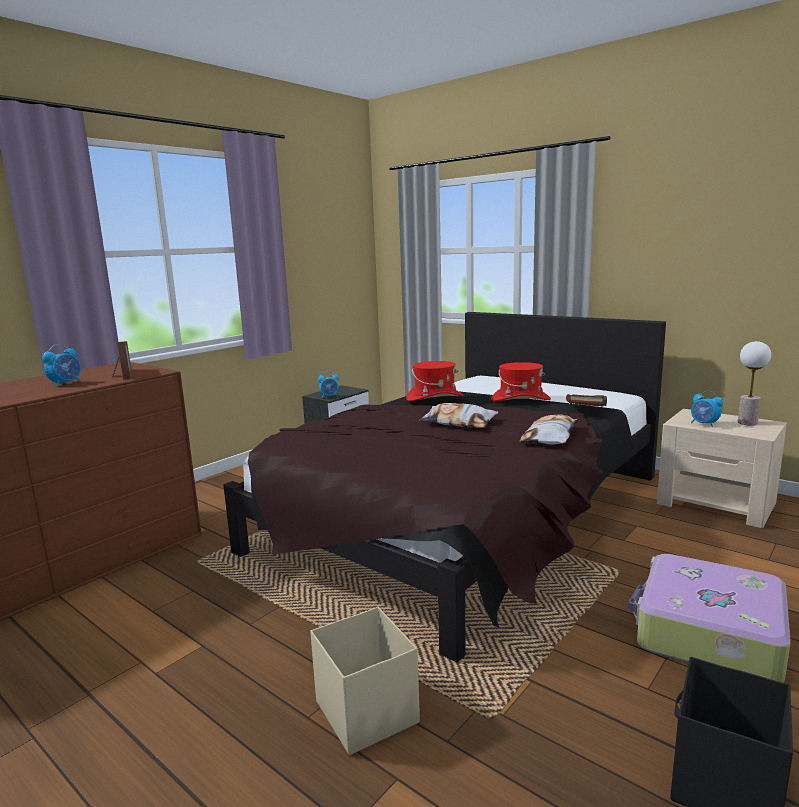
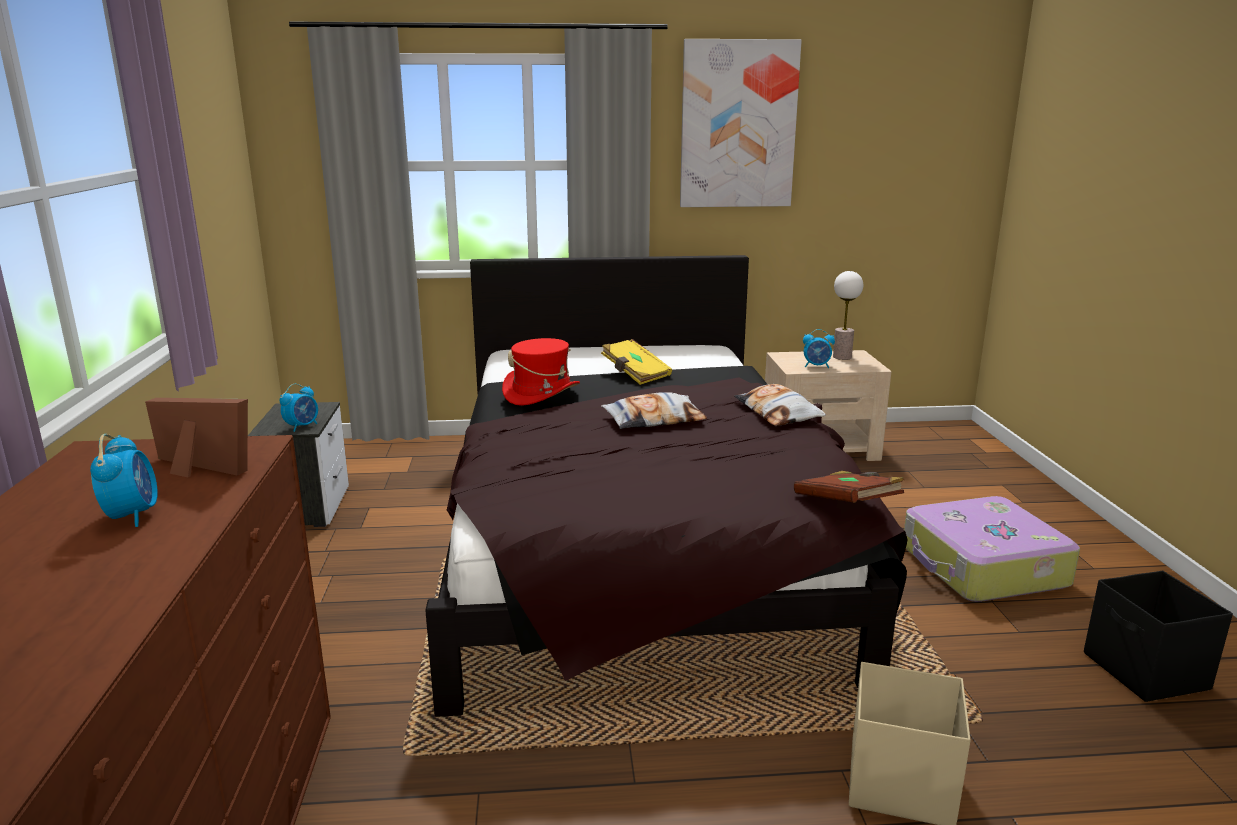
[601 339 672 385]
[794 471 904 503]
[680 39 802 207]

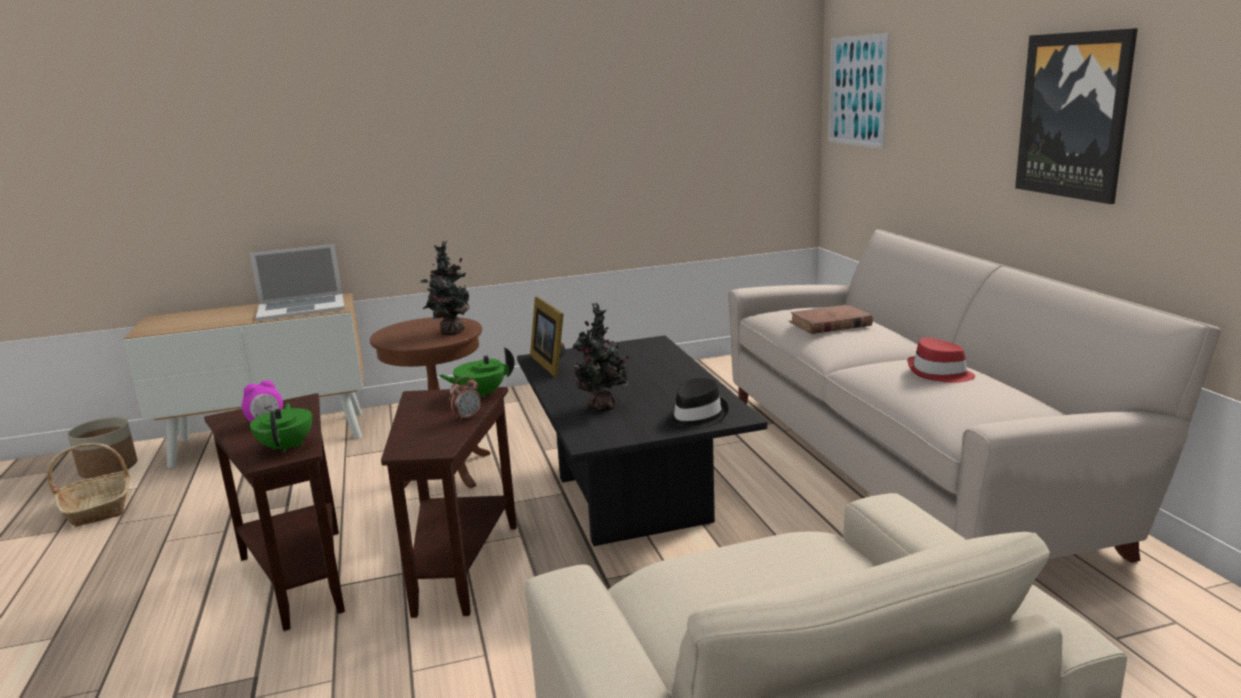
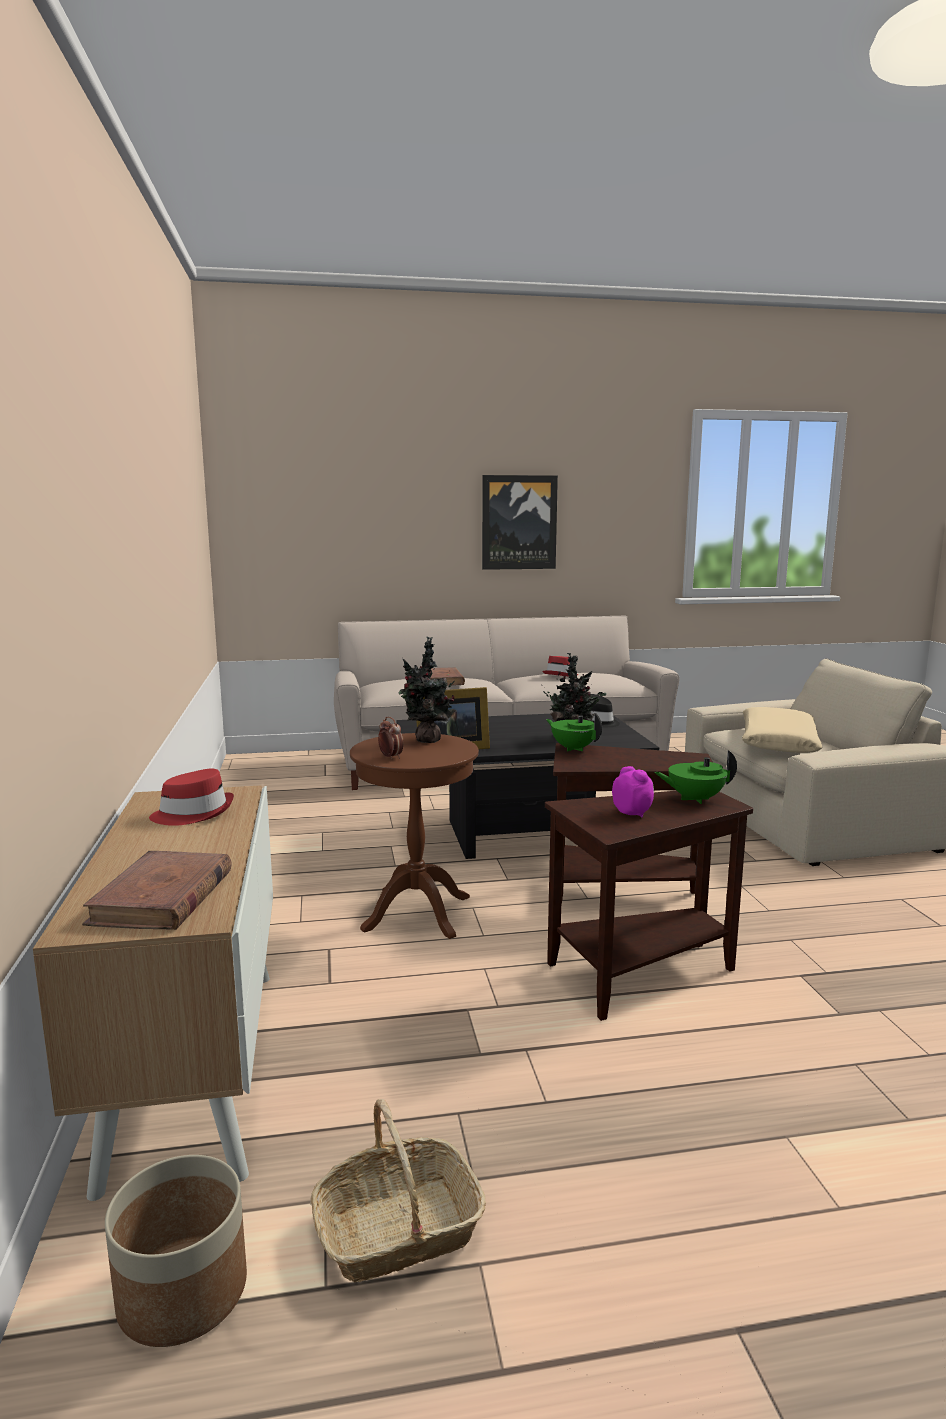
[828 33 890 149] (first image)
[149 768 234 826]
[546 713 602 751]
[378 717 403 759]
[742 707 823 753]
[82 851 232 930]

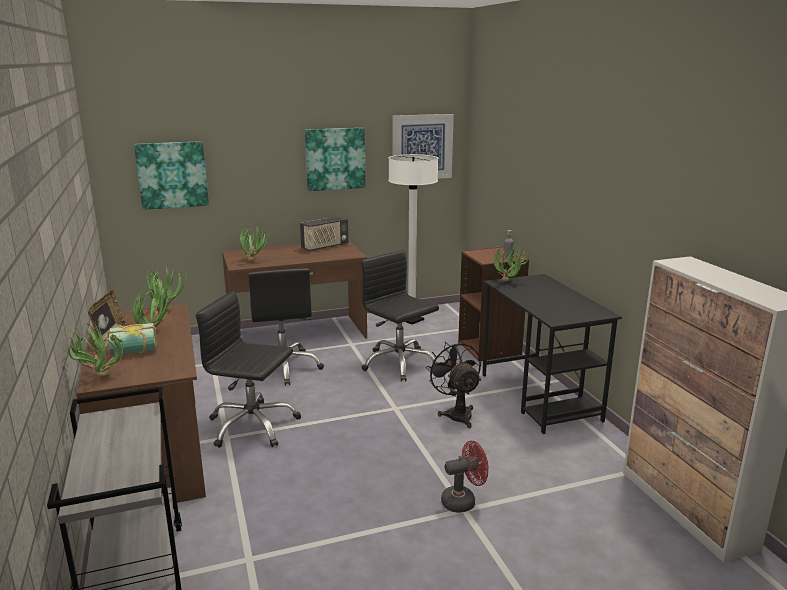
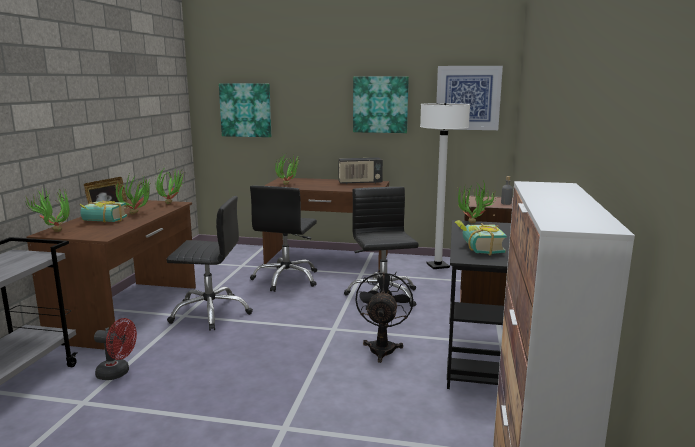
[166 196 253 331]
[94 318 137 380]
[455 220 507 256]

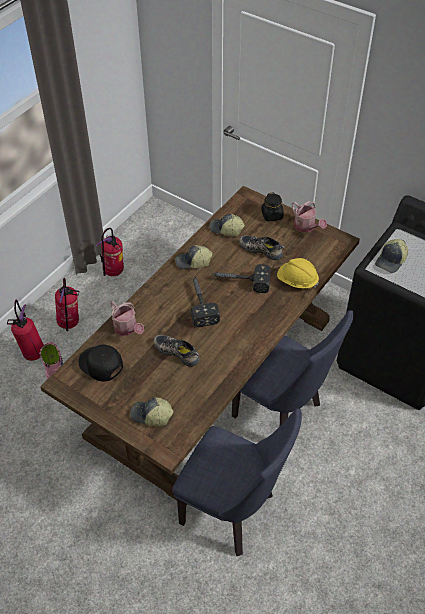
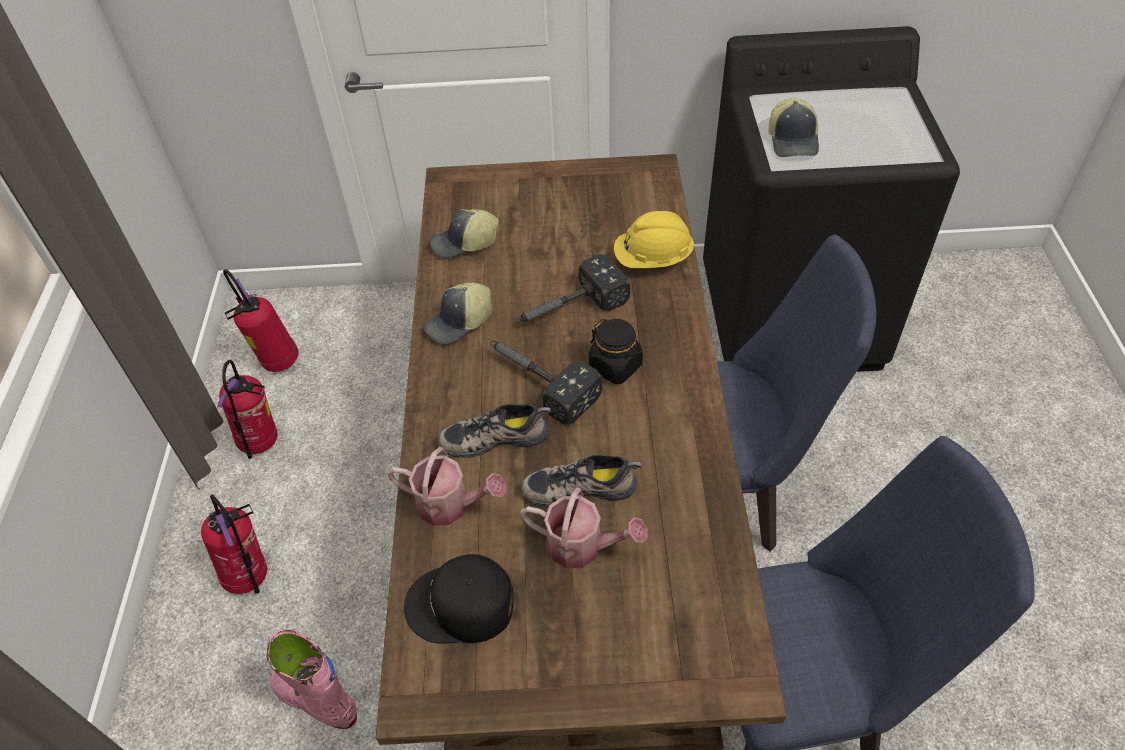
[589 319 643 384]
[520 487 648 568]
[438 404 550 458]
[223 269 298 372]
[131 397 174 426] (first image)

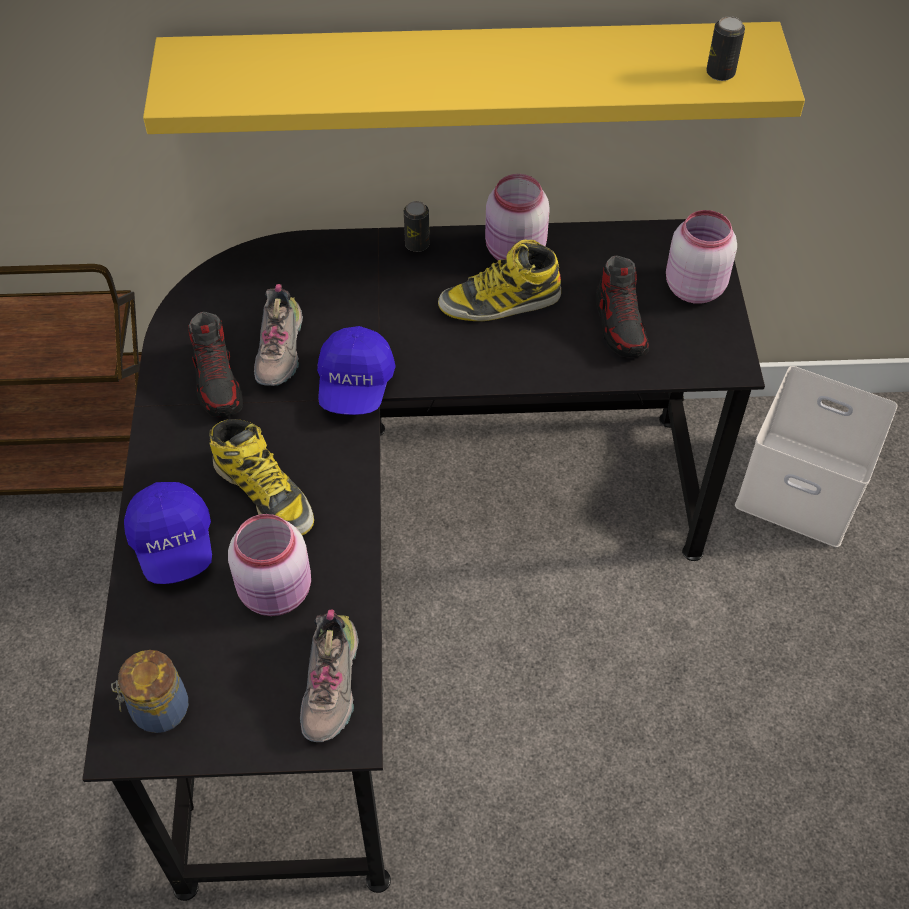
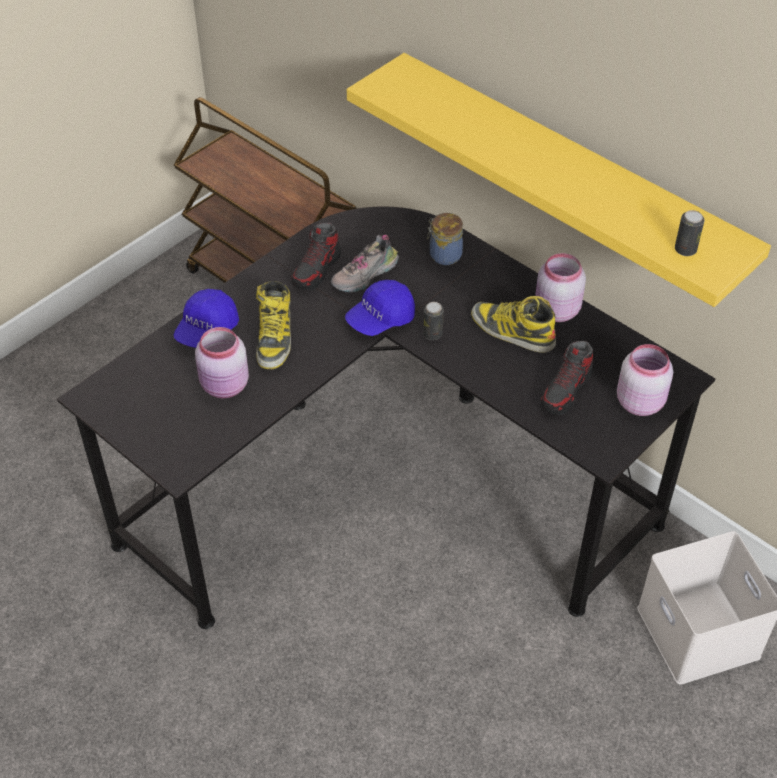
[423 302 444 340]
[300 609 358 742] (first image)
[427 213 463 265]

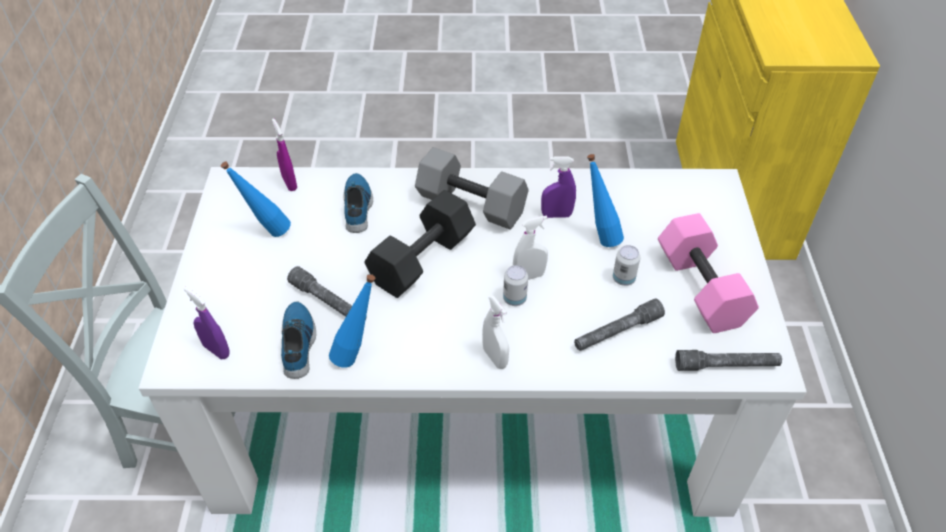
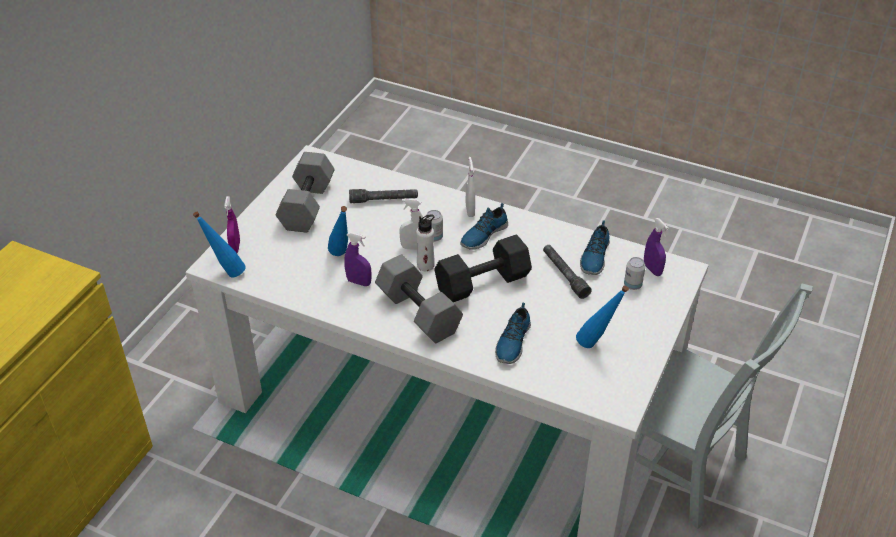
[224 196 240 253]
[275 152 335 233]
[624 257 646 290]
[193 211 246 277]
[675 350 782 371] (first image)
[460 203 508 250]
[416 214 435 271]

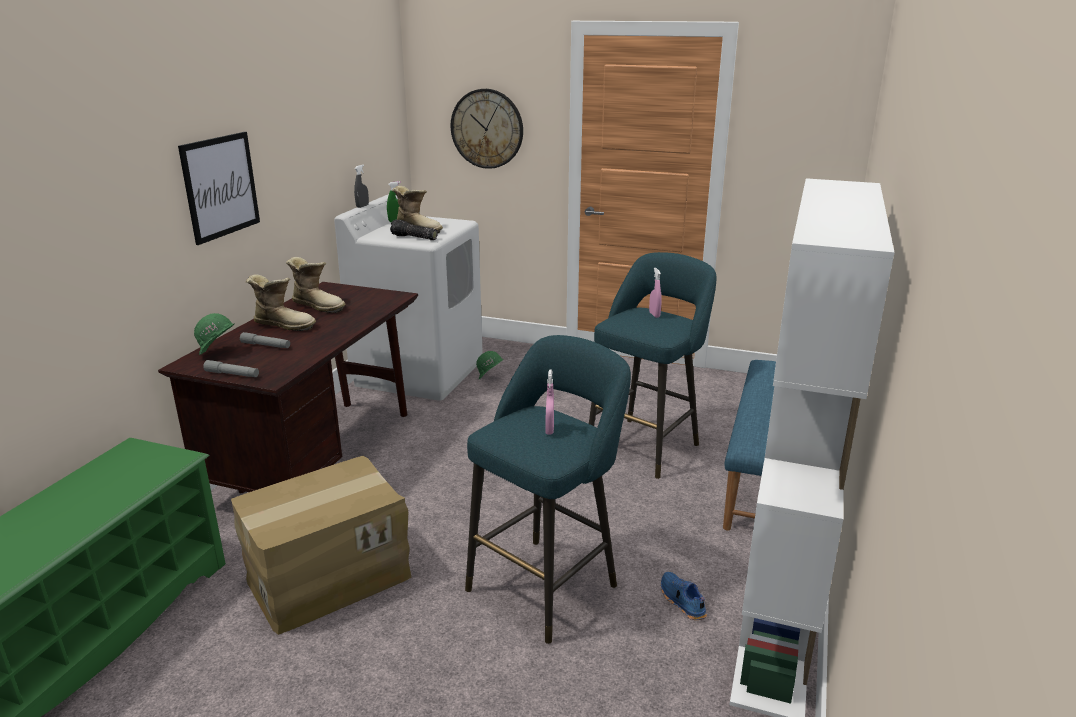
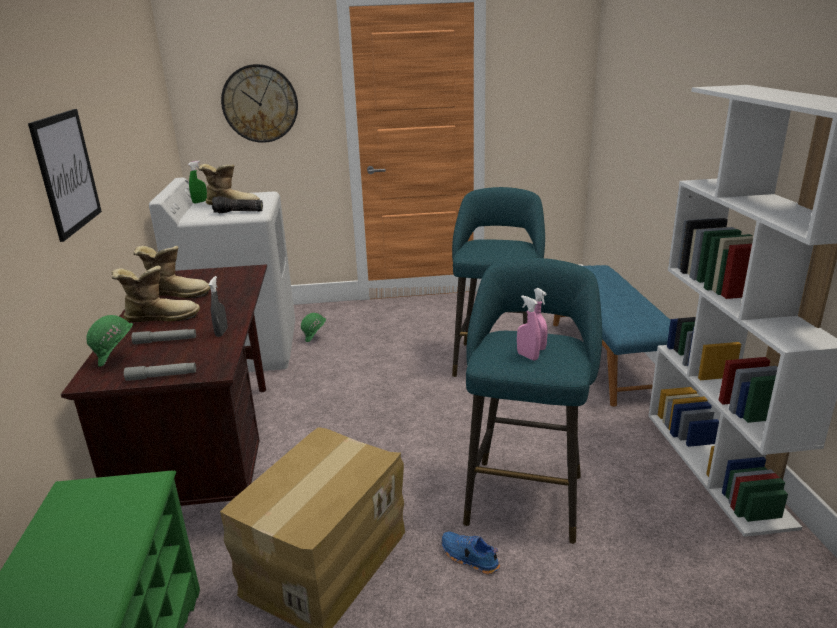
[209 276 228 337]
[517 295 540 361]
[441 532 500 574]

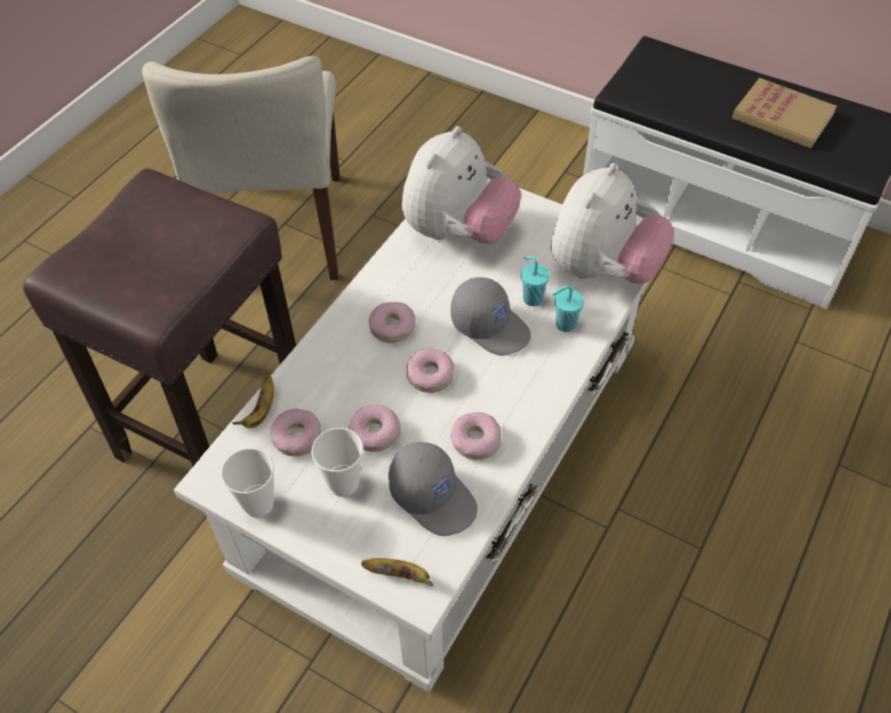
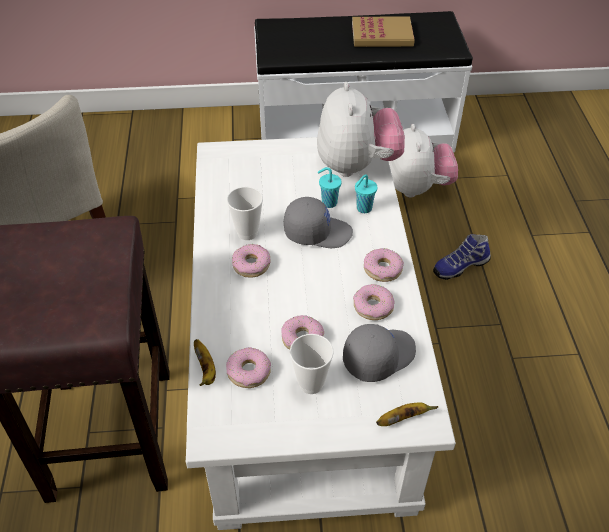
[389 124 458 198]
[364 248 404 282]
[343 324 416 382]
[227 187 263 240]
[433 234 491 280]

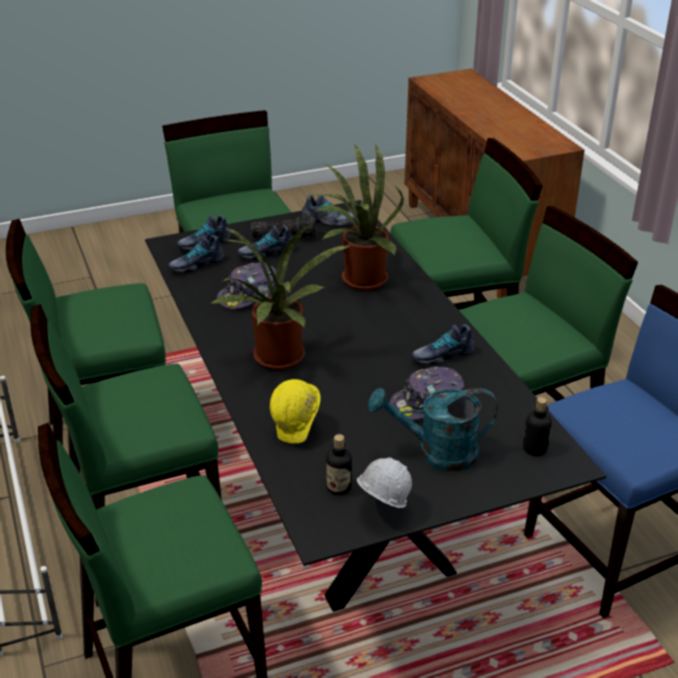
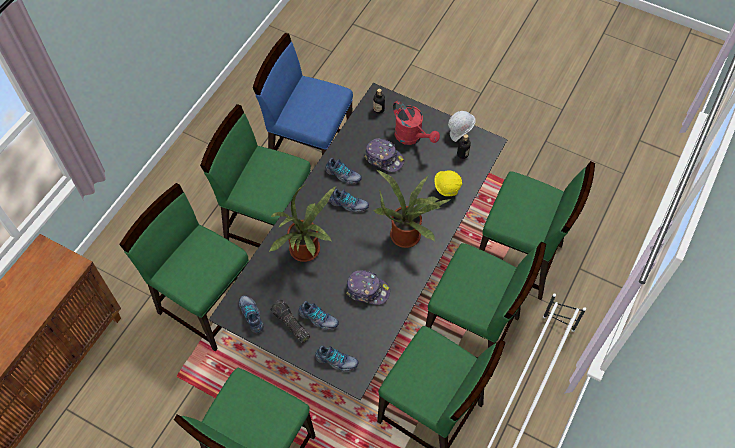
[330 189 369 213]
[393 101 440 145]

